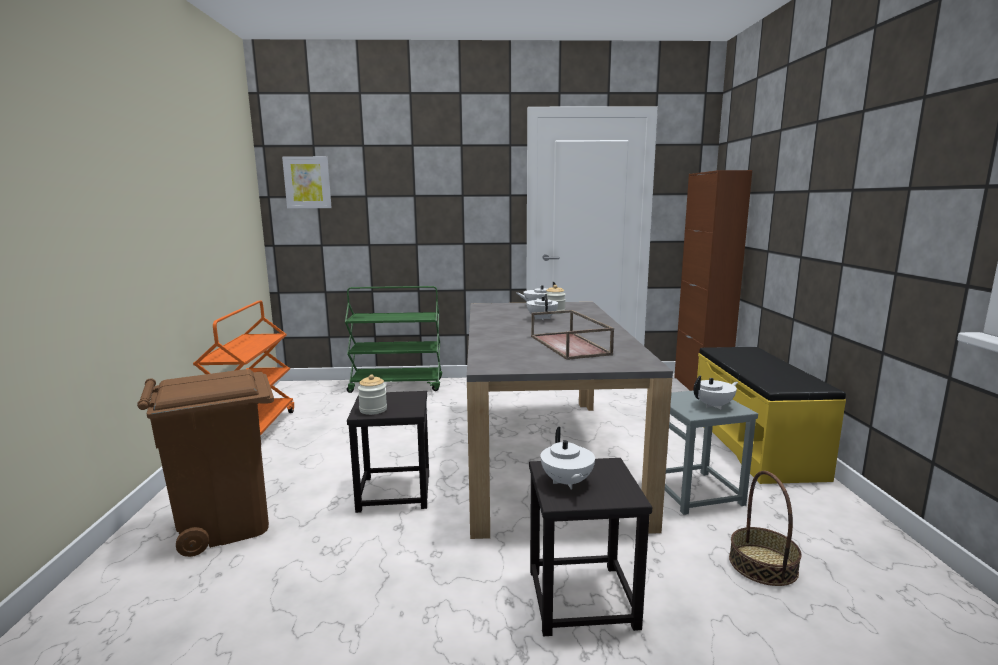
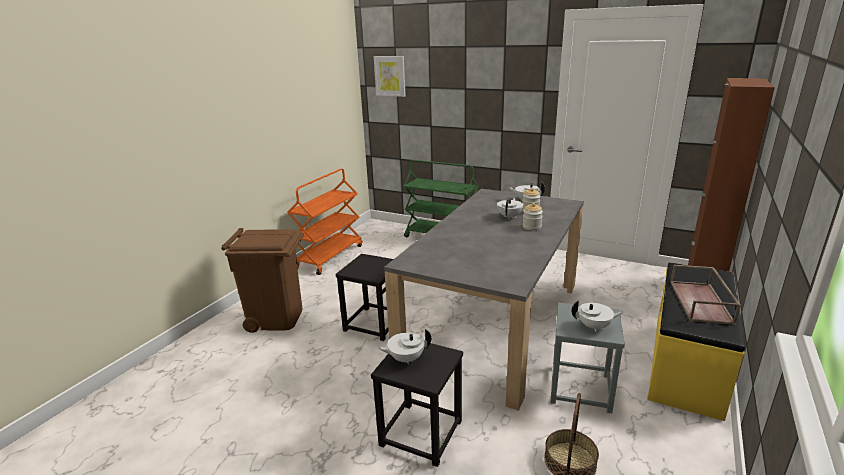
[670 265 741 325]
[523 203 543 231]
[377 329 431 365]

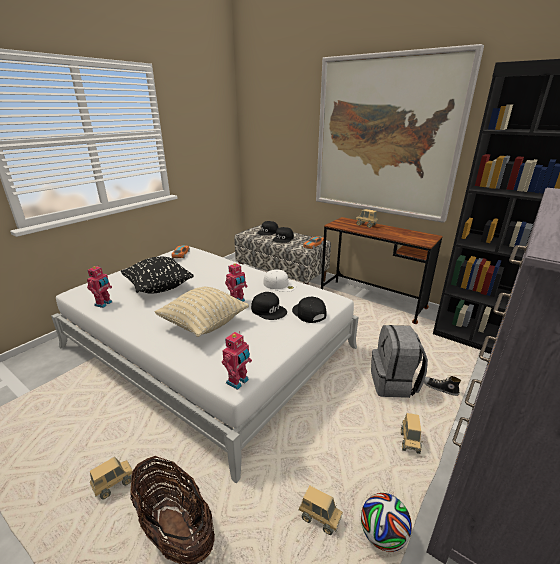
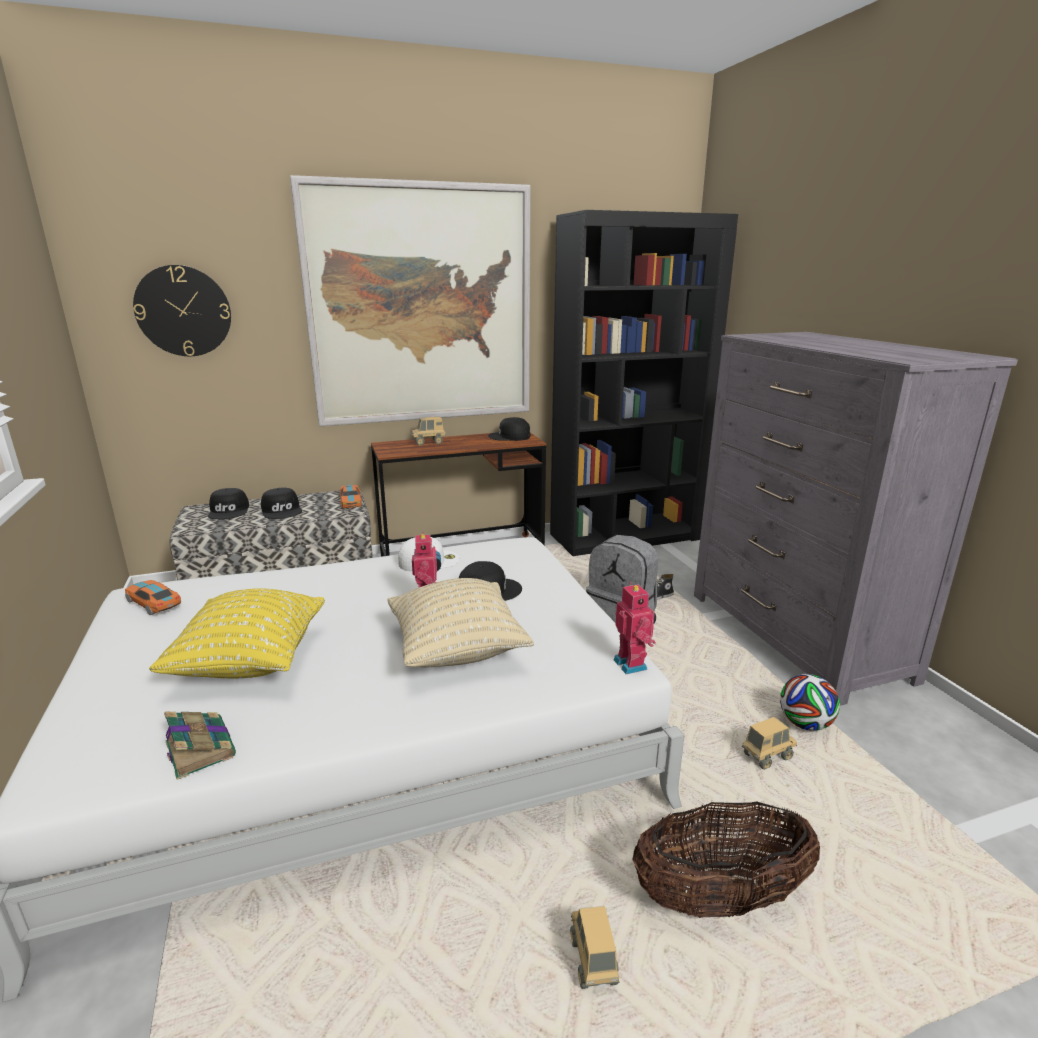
[149 588 325 678]
[164 712 236 780]
[488 417 530 441]
[401 413 423 454] (first image)
[133 265 231 356]

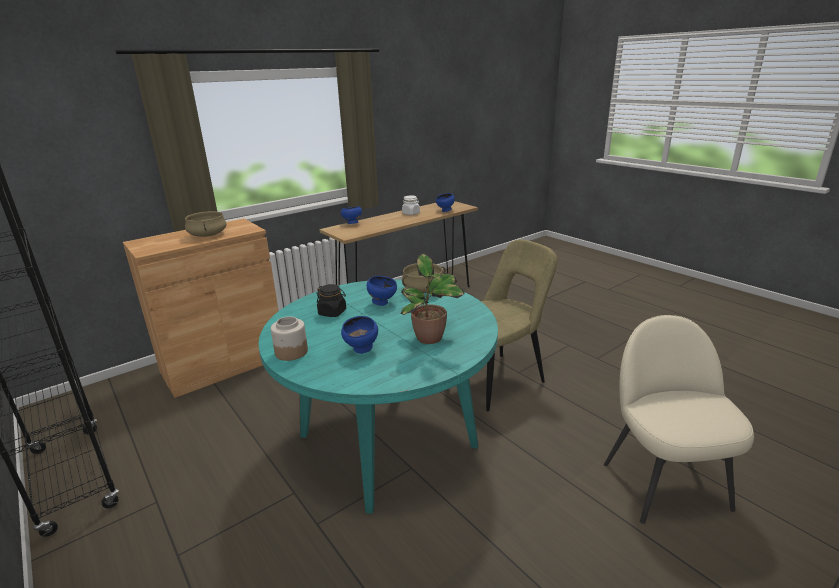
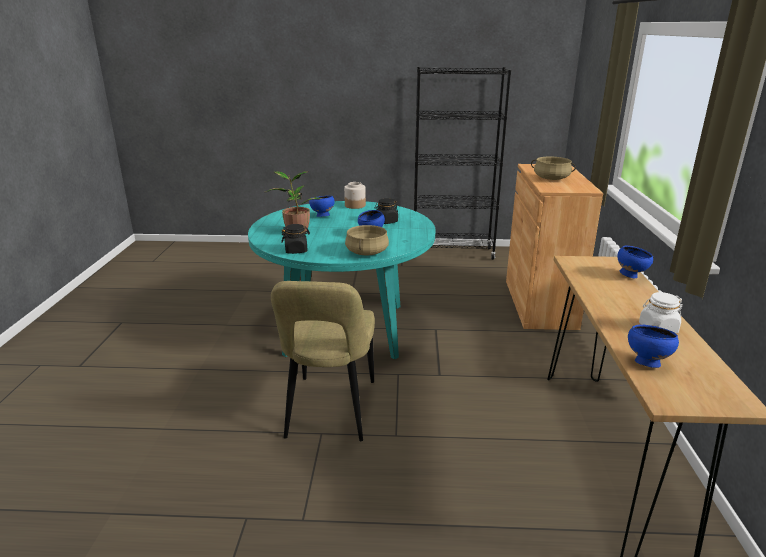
[604 315 754 524] (first image)
[281 224 310 254]

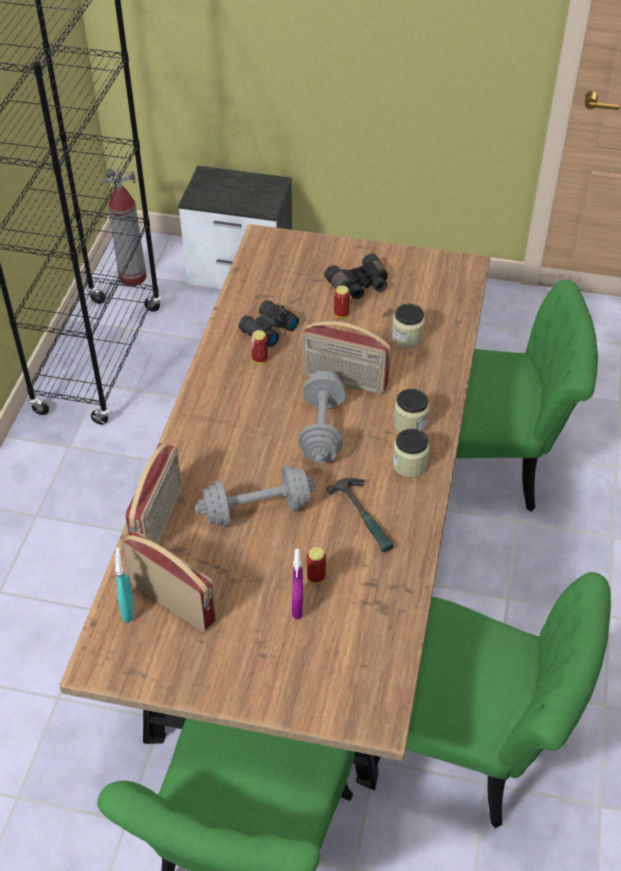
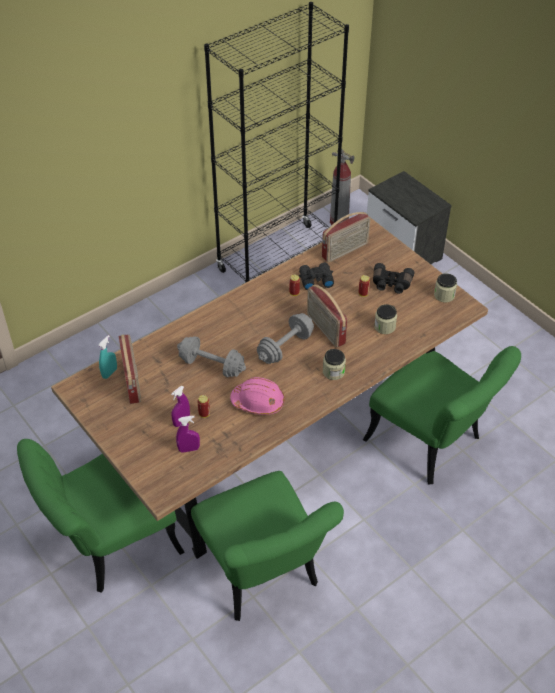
[434 273 457 302]
[322 212 371 263]
[230 377 285 415]
[176 416 200 453]

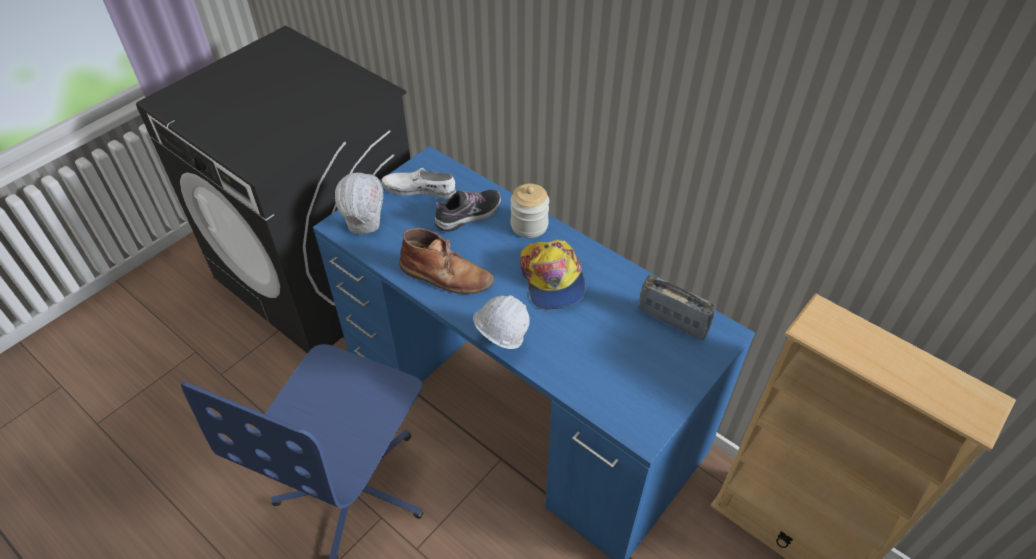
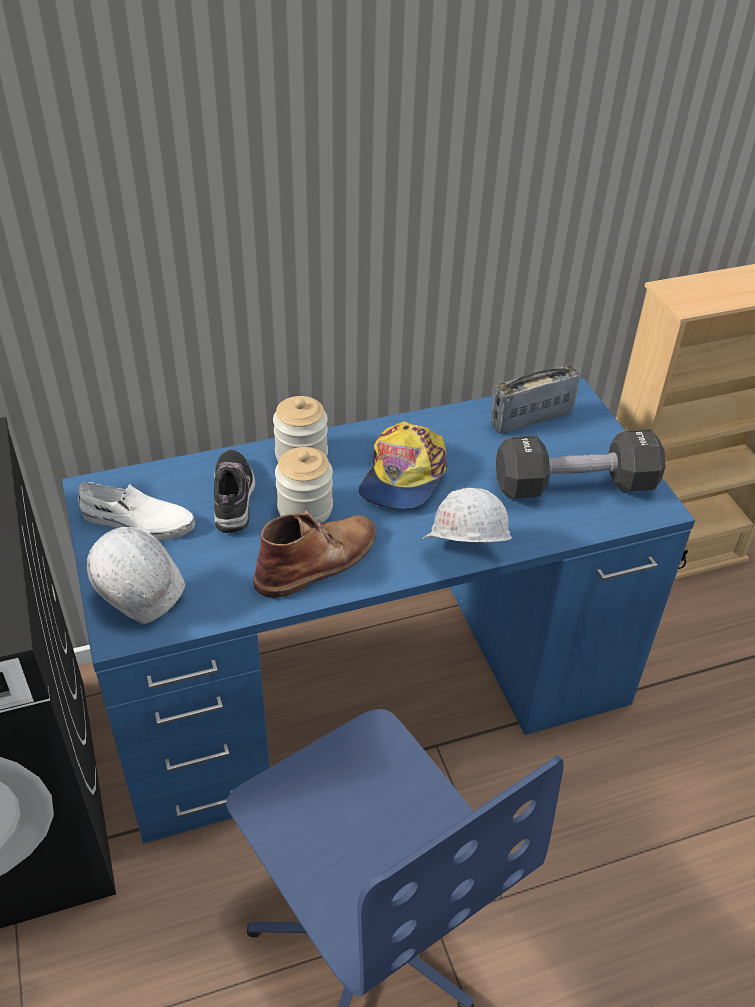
[78 482 195 540]
[359 421 447 509]
[496 429 666 499]
[275 447 333 522]

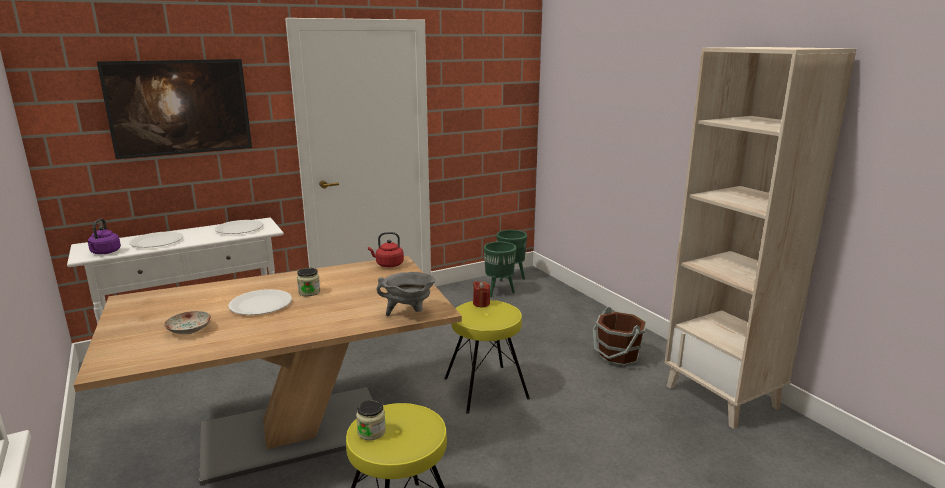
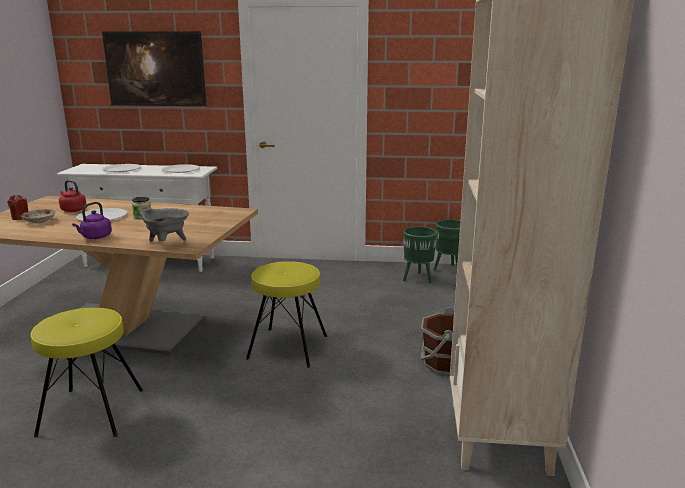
[72 202 112 239]
[59 180 86 212]
[7 195 29 220]
[356 400 386 440] (first image)

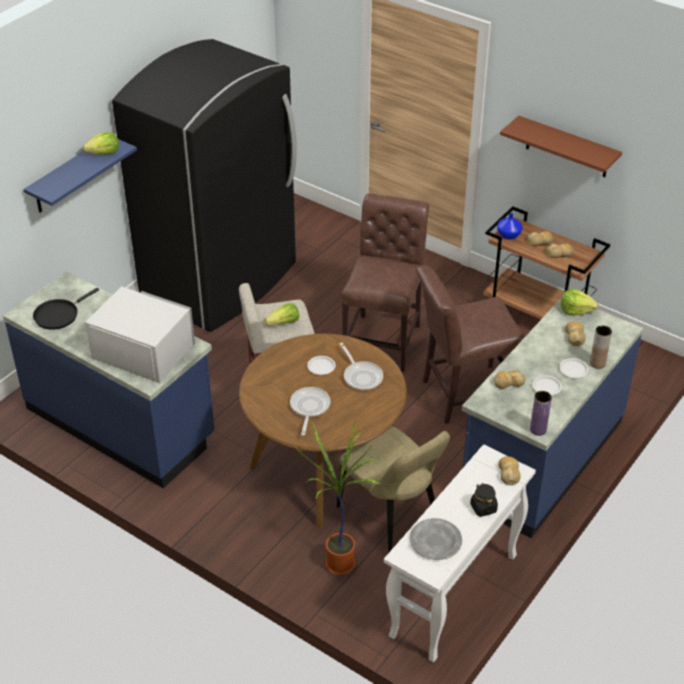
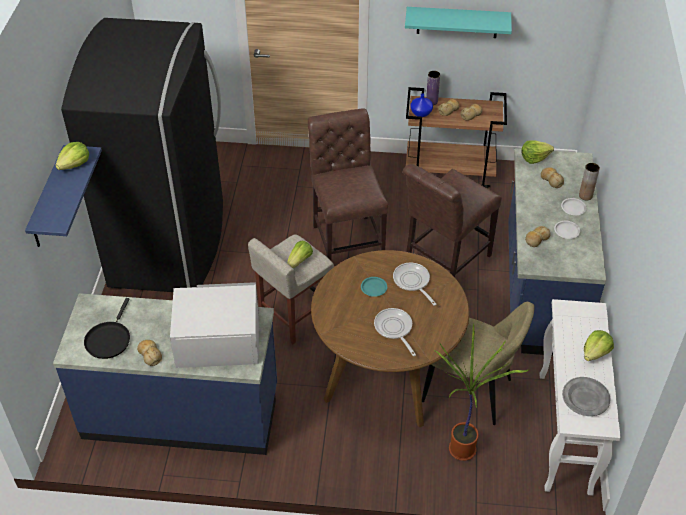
[405 7 512 38]
[393 263 437 306]
[361 277 387 297]
[426 71 440 105]
[137 340 162 366]
[584 330 614 361]

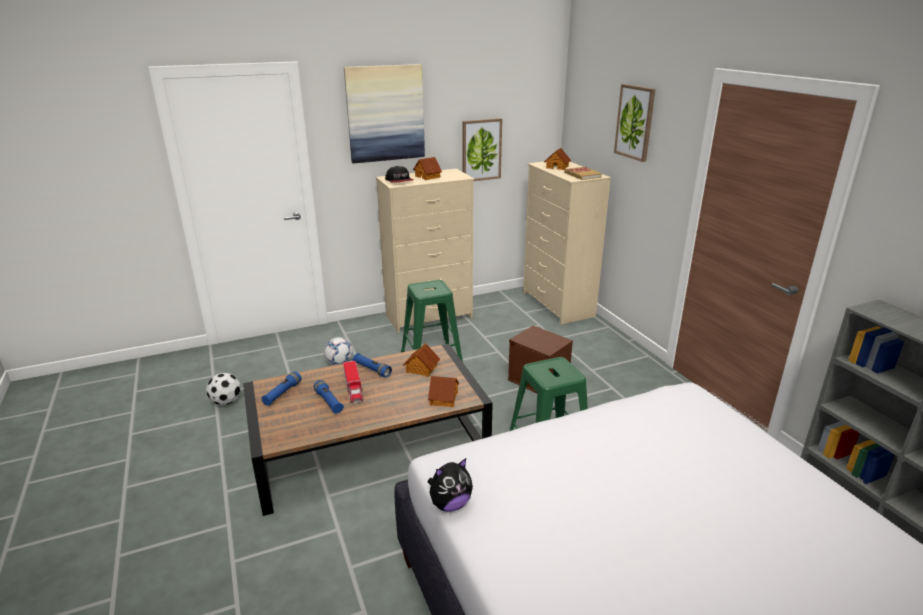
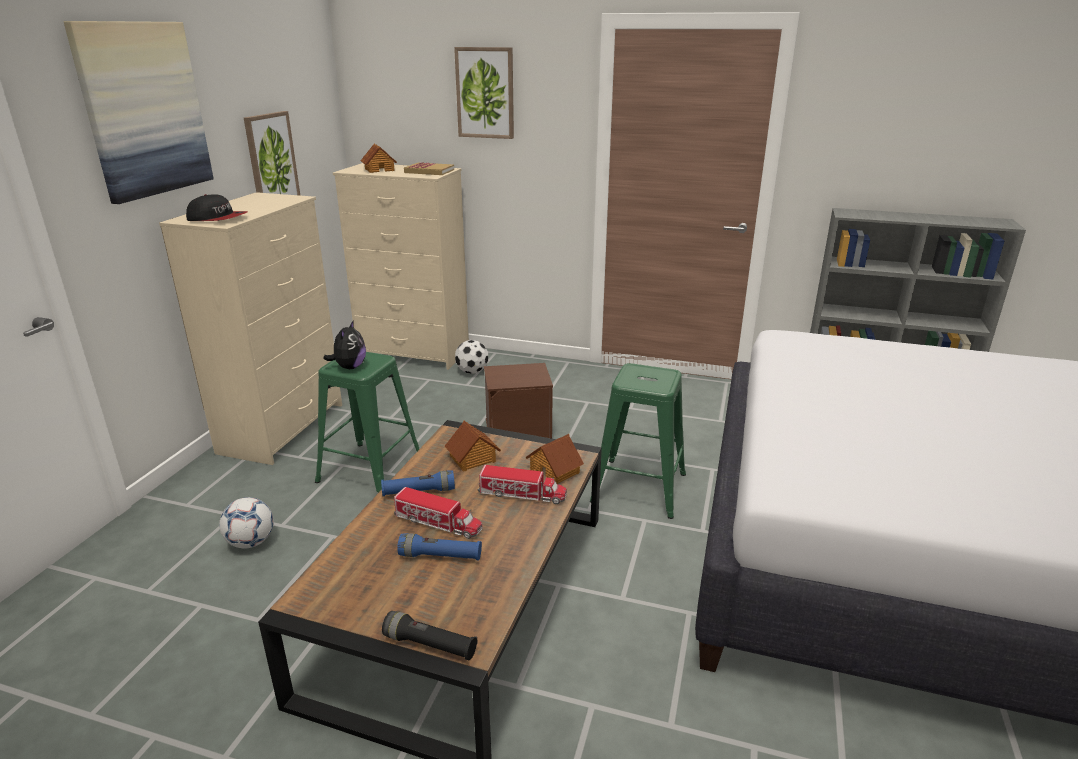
[413 157 442 180] (first image)
[261 371 301 406] (first image)
[455 340 488 374]
[323 320 366 369]
[477 465 567 504]
[382 611 478 660]

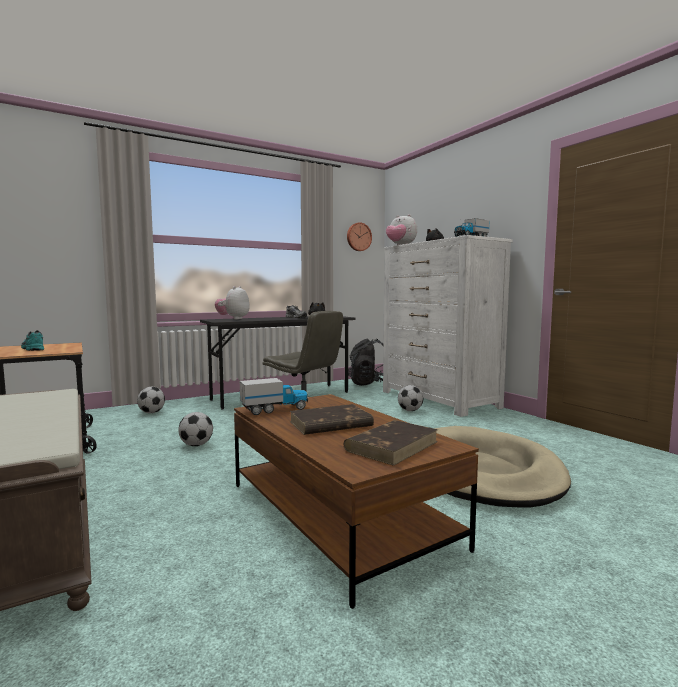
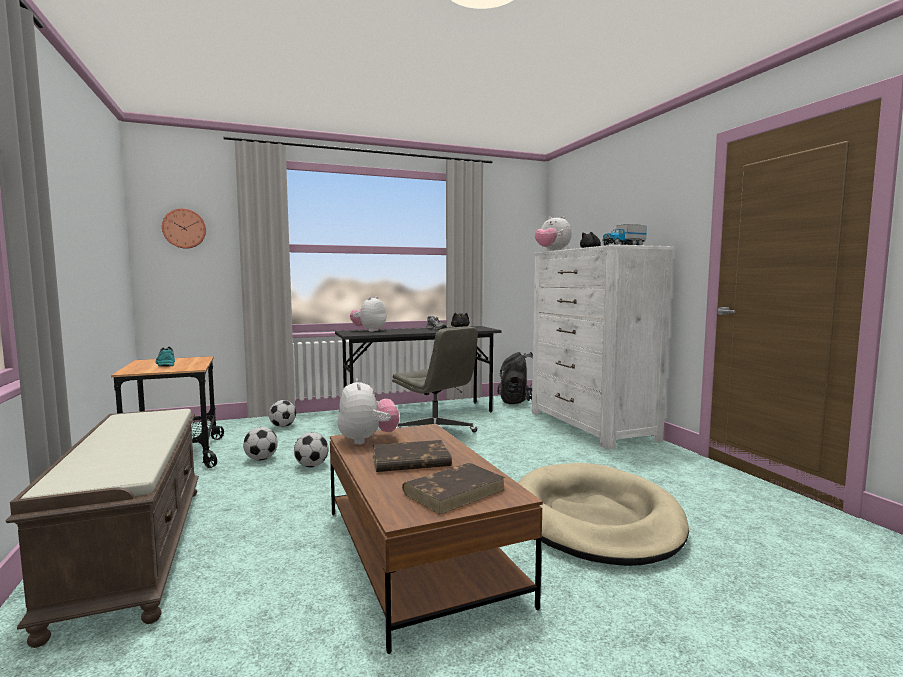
[162 208 206 249]
[337 378 399 445]
[243 427 278 461]

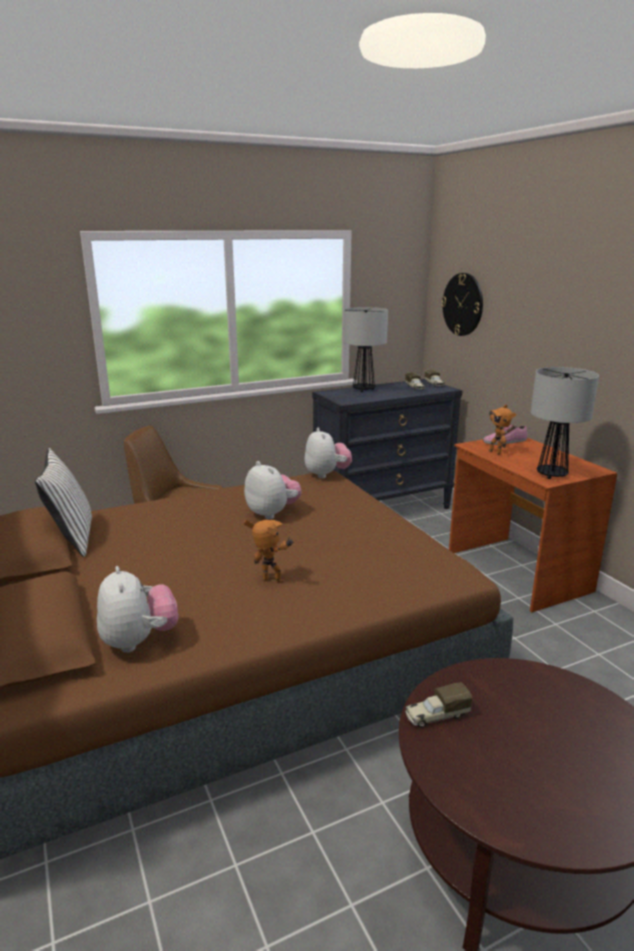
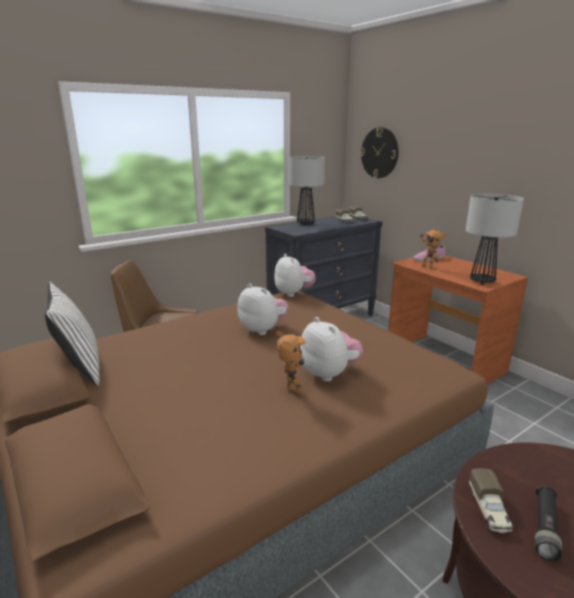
[276 330 306 398]
[300 317 363 382]
[469 468 513 533]
[535 486 562 561]

